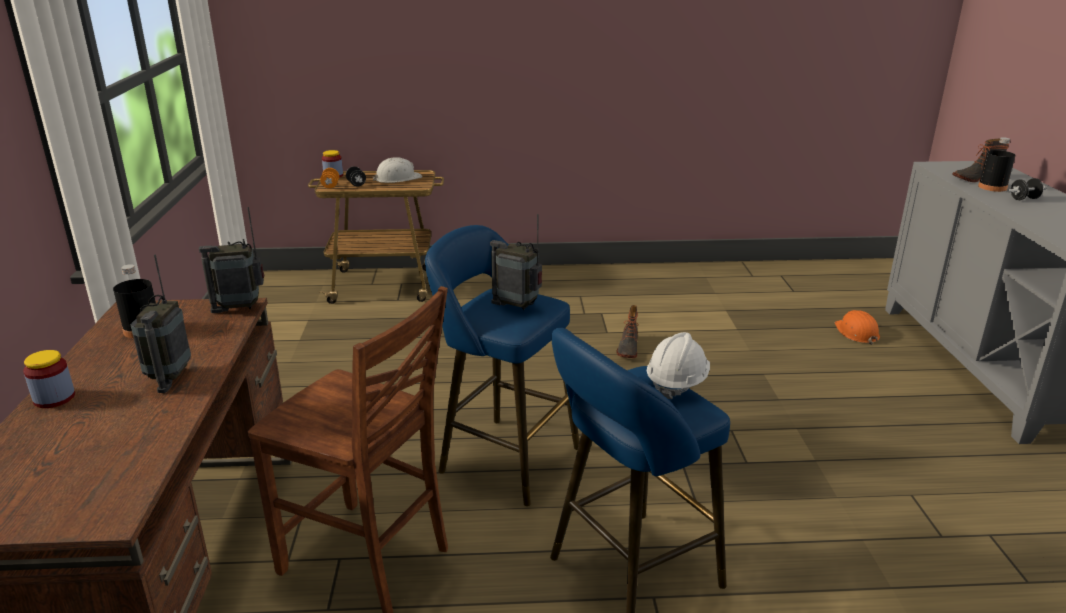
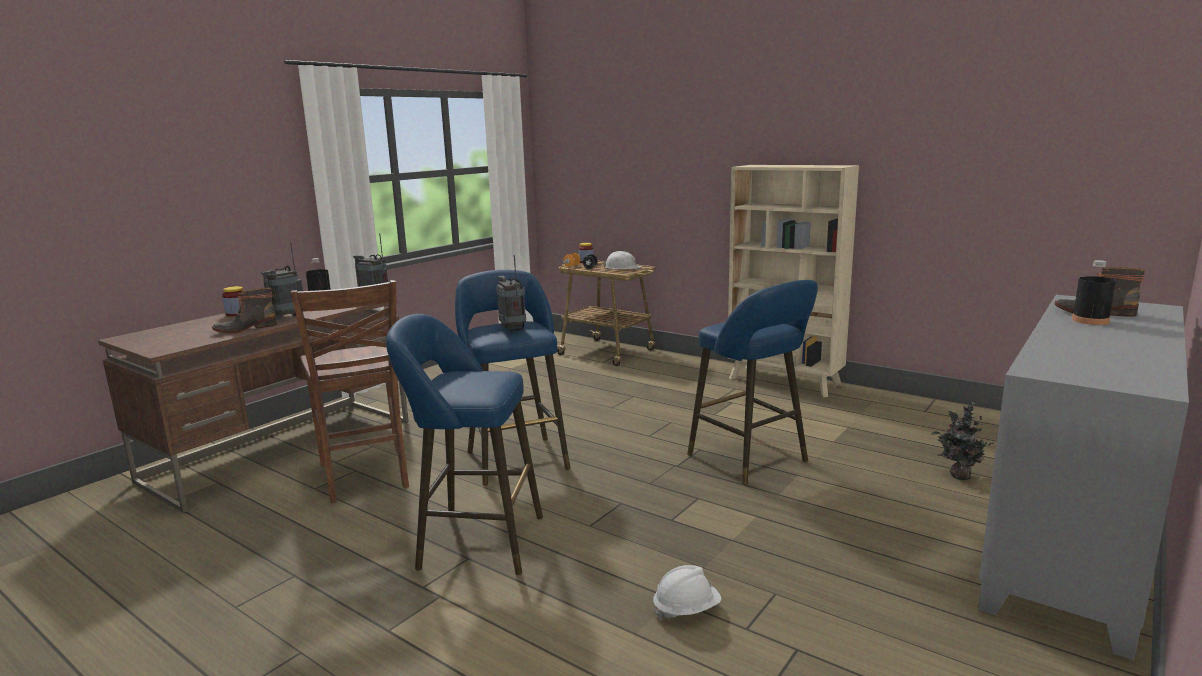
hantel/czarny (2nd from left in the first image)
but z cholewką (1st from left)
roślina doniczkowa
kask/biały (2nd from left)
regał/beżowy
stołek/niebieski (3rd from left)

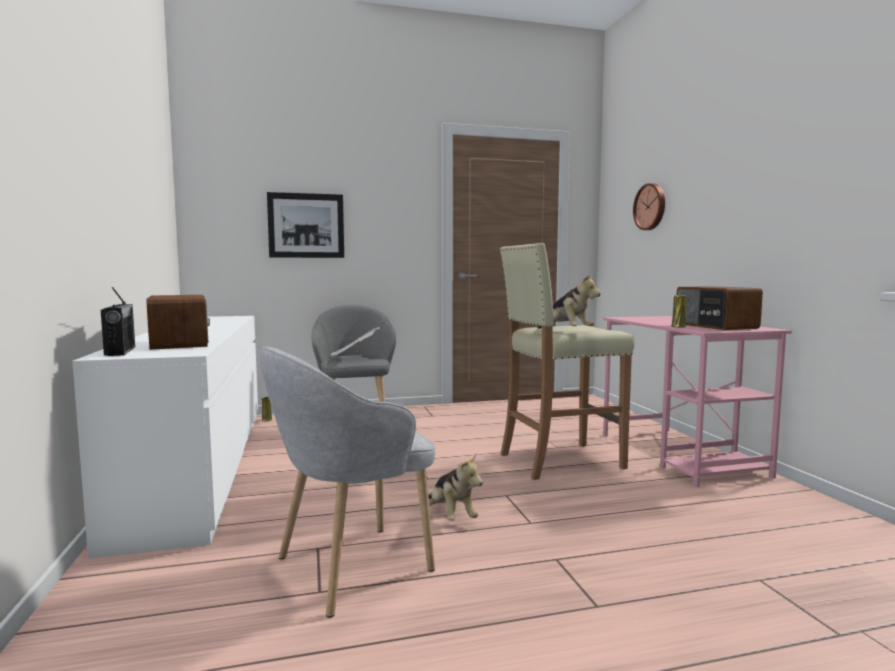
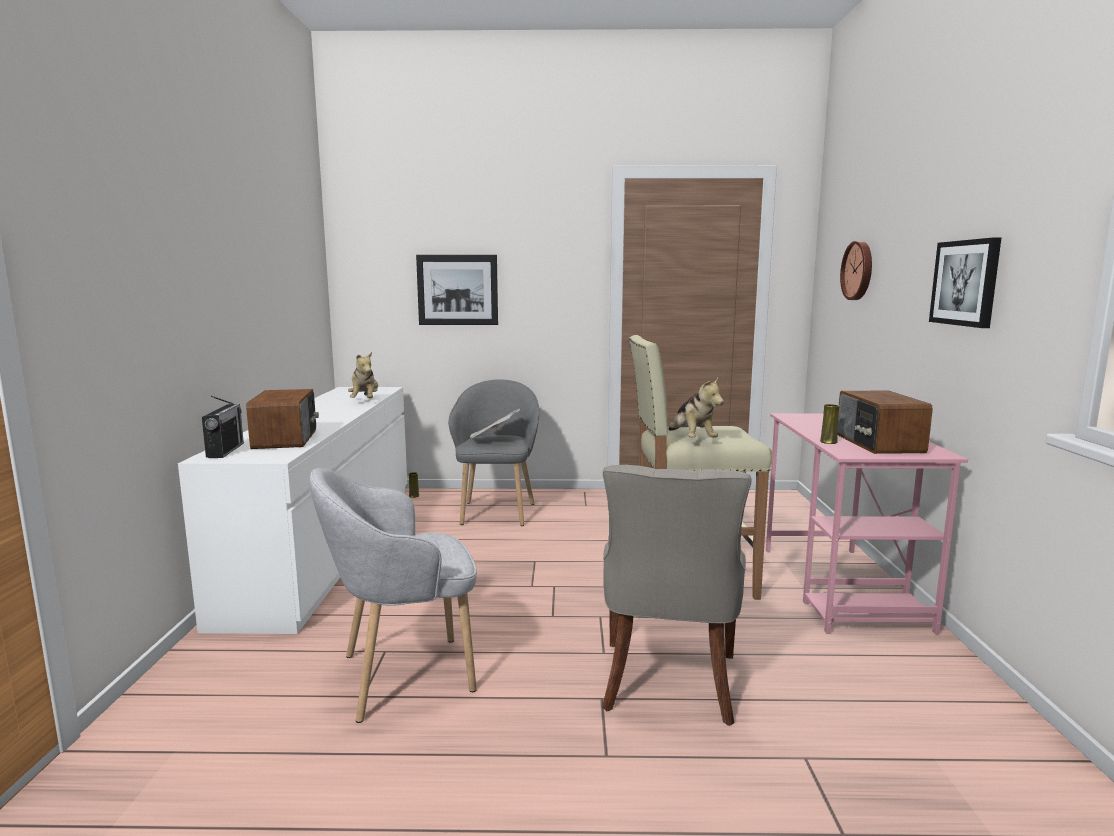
pluszak (1st from left)
obraz (2nd from left)
krzesło/szary

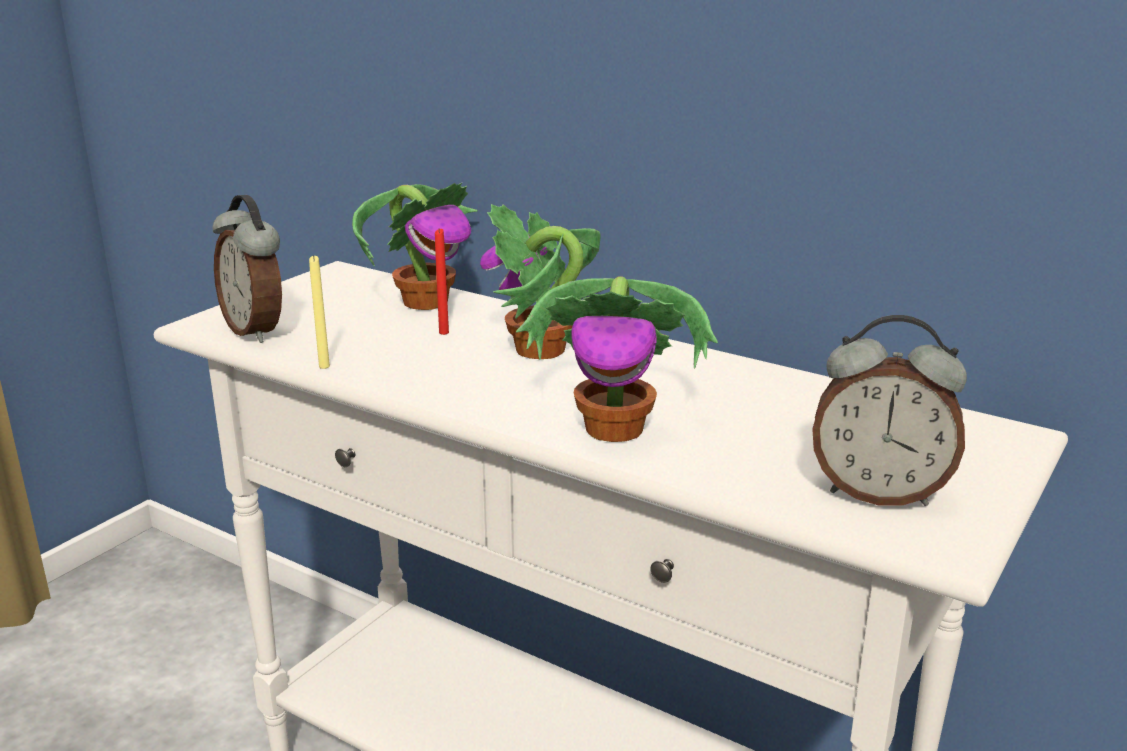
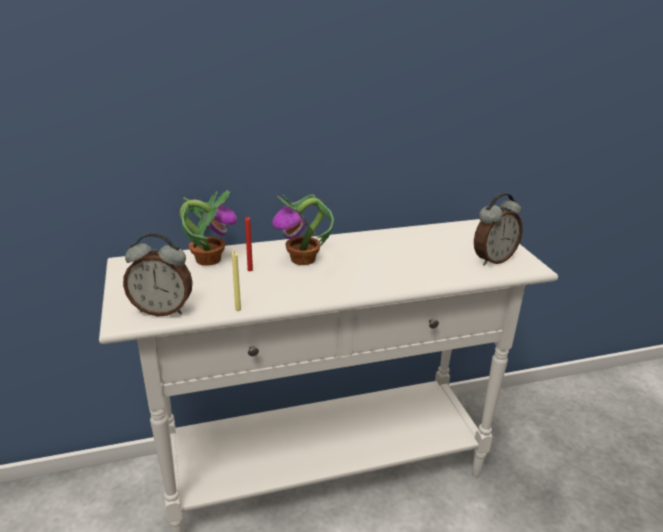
roślina doniczkowa (3rd from left in the first image)

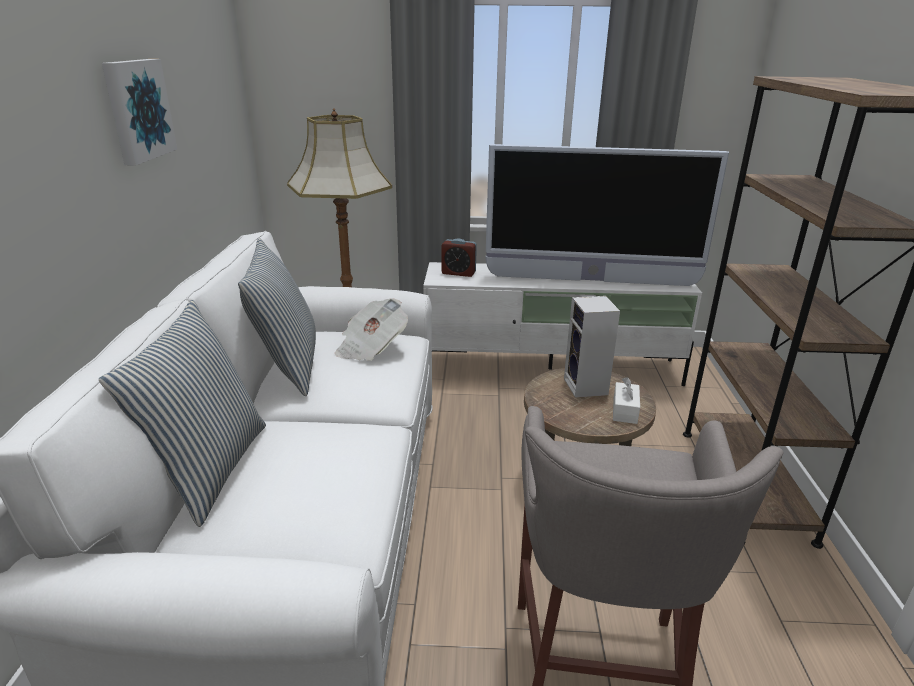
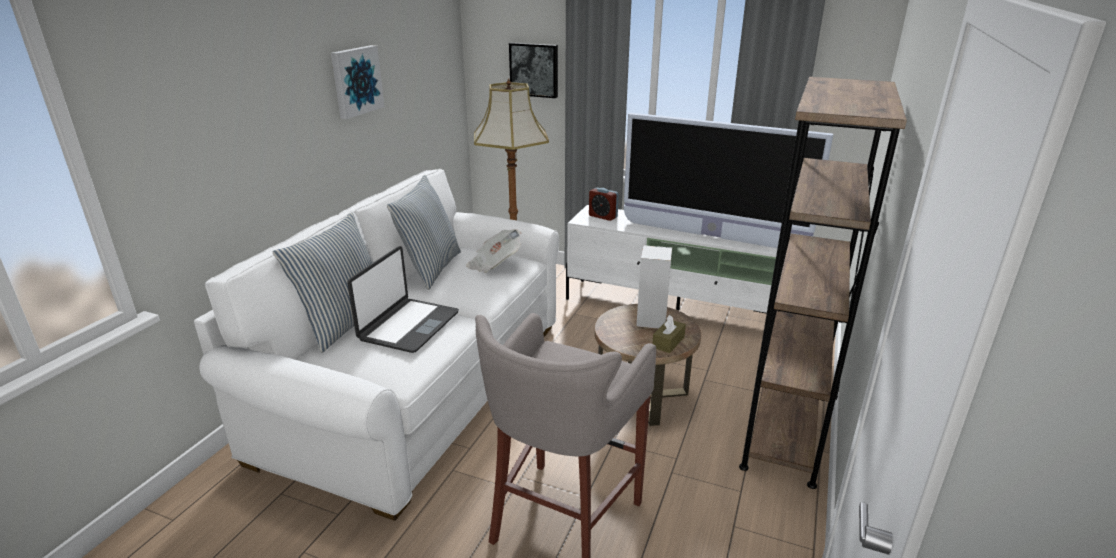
pudełko chusteczek/brązowy
obraz (2nd from left)
laptop

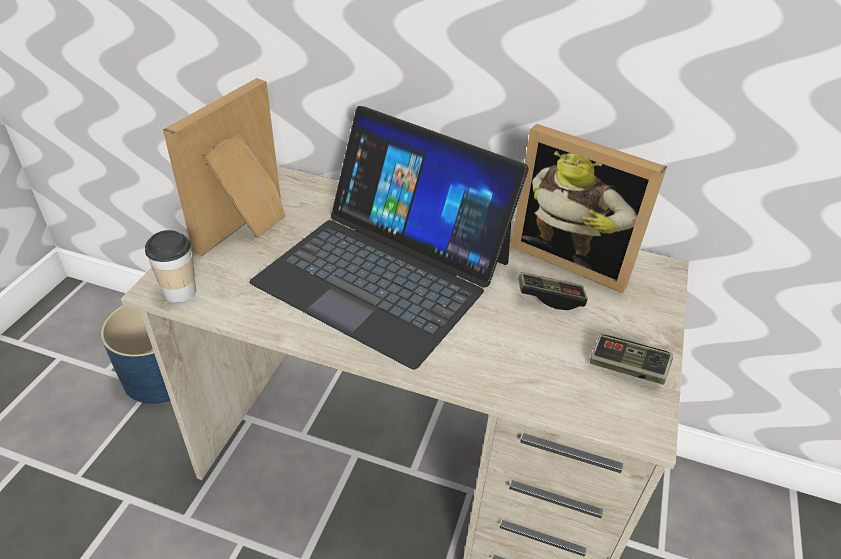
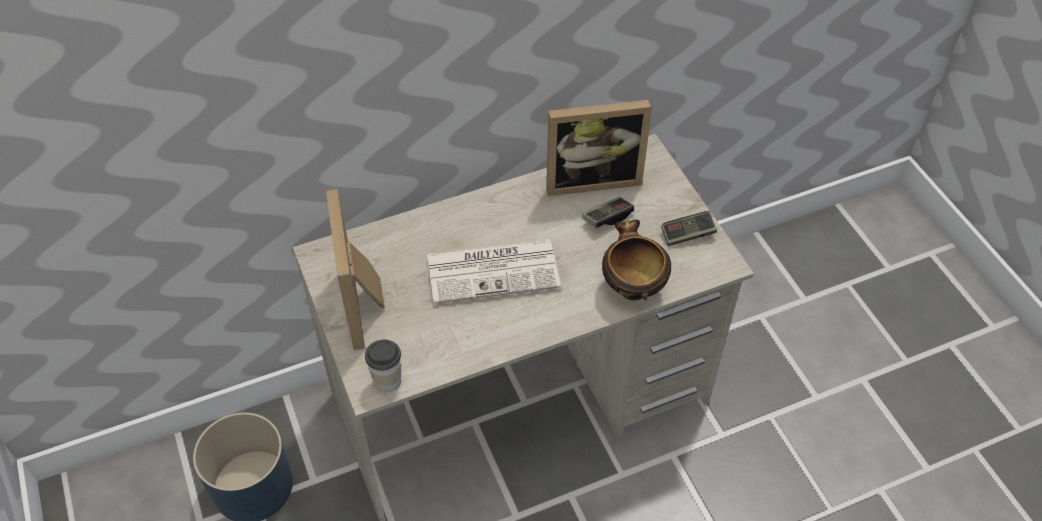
gazeta
miska

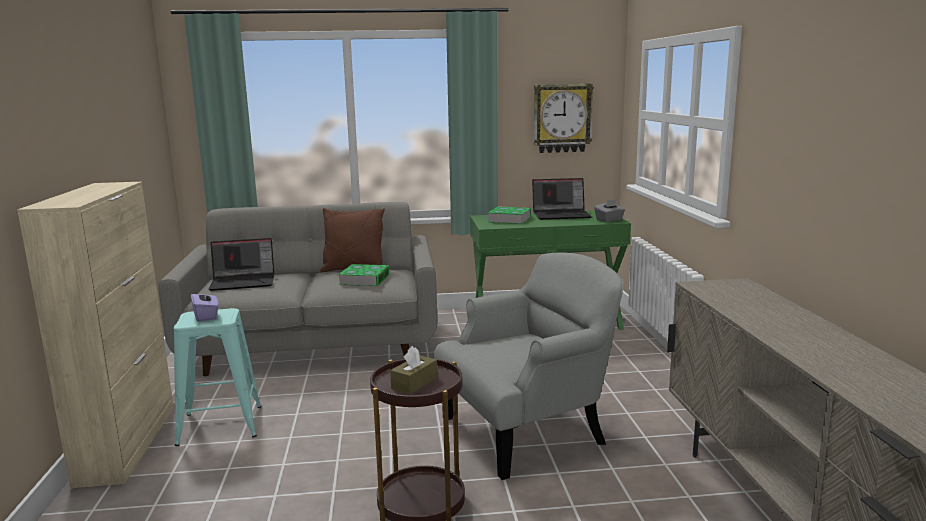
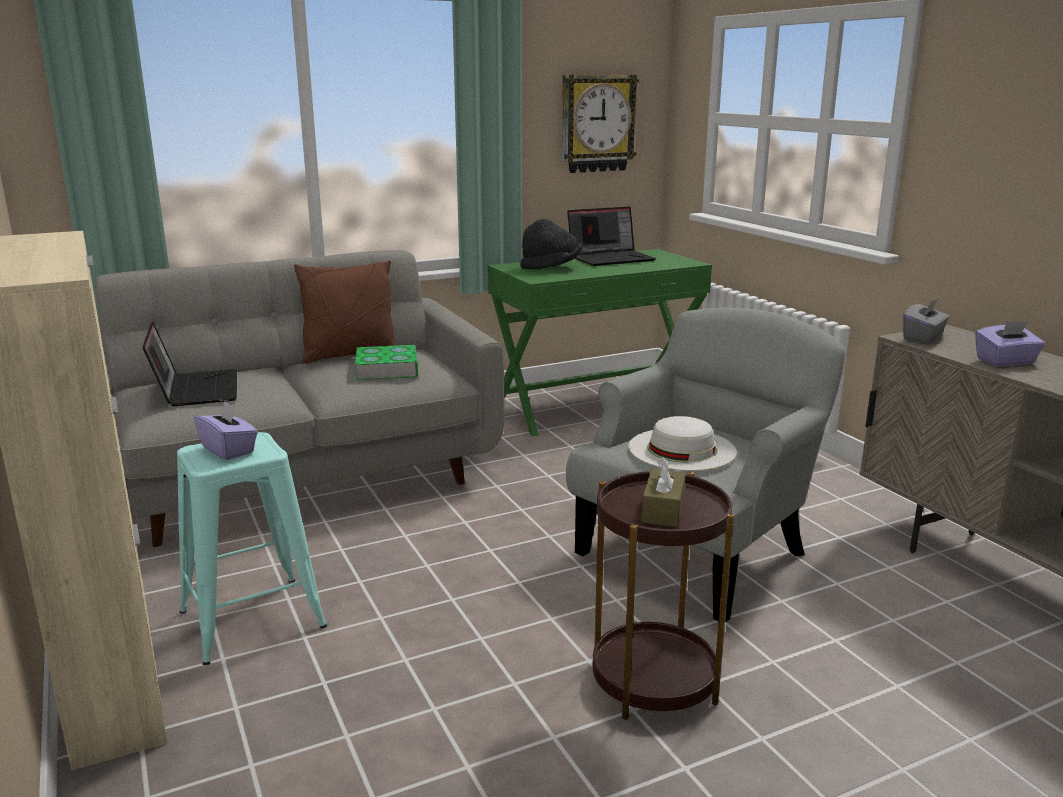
pudełko chusteczek/szary
kapelusz/czarny
laptop (1st from left)
pudełko chusteczek/fioletowy (2nd from left)
kapelusz/biały

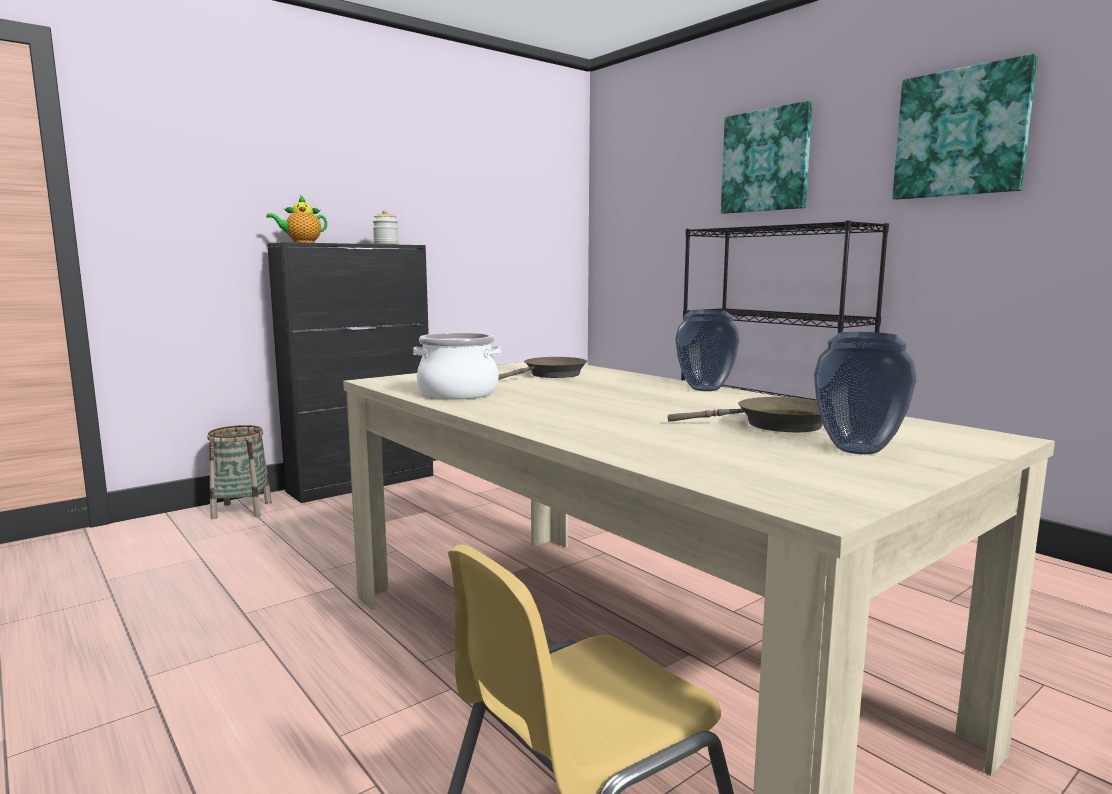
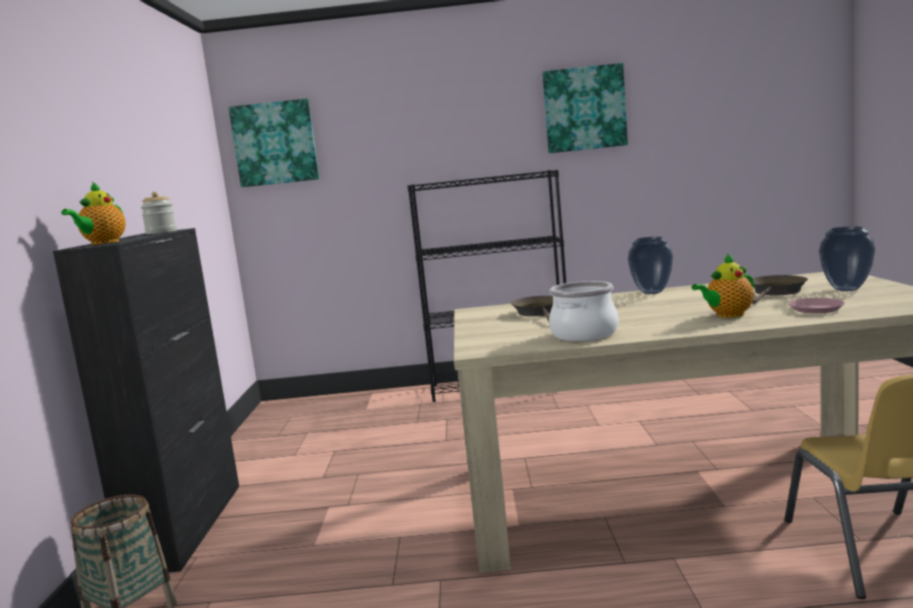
obraz (1st from left)
imbryk (2nd from left)
talerz/różowy

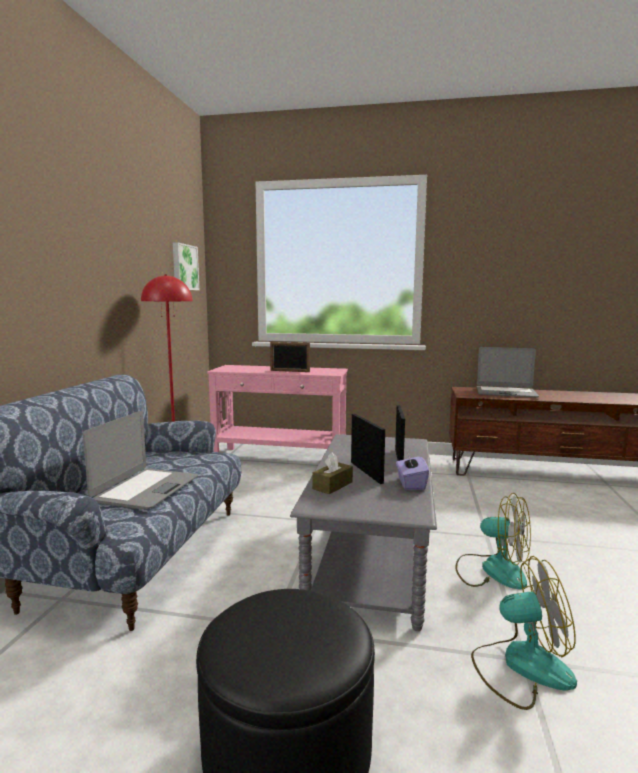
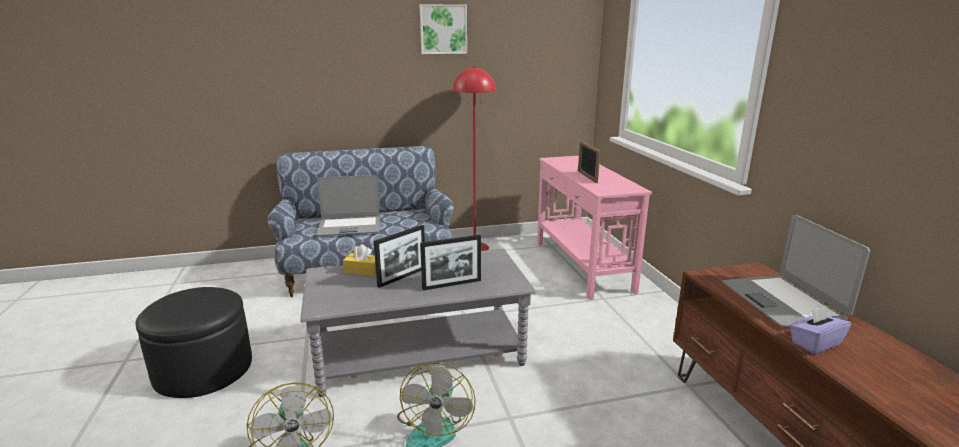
obraz
pudełko chusteczek/żółty
pudełko chusteczek/fioletowy

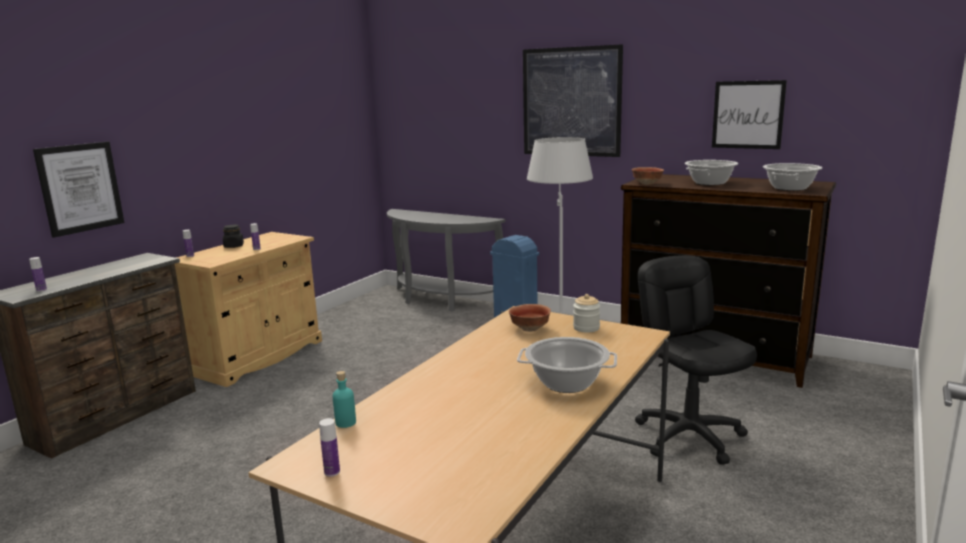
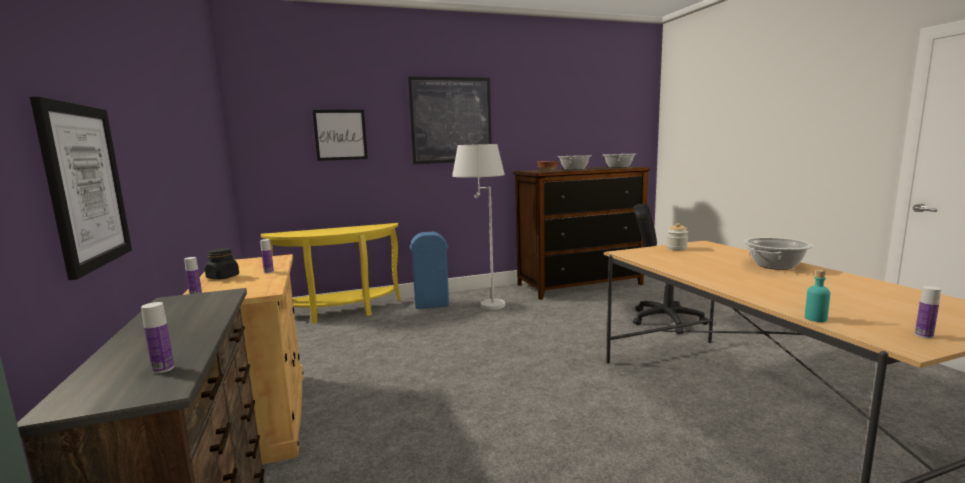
obraz (2nd from left)
stolik konsolowy/żółty
miska (1st from left in the first image)

